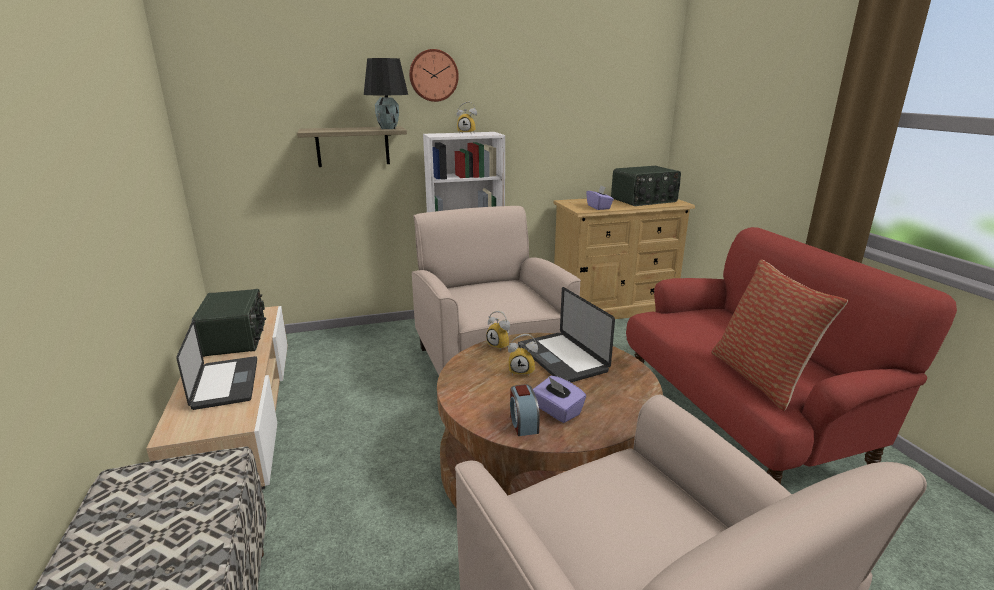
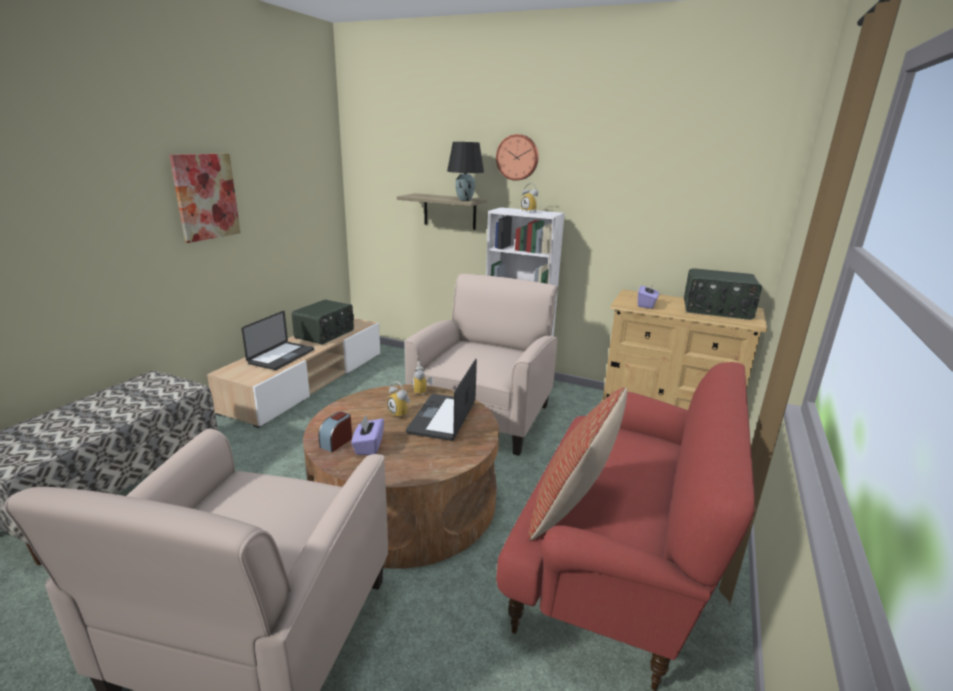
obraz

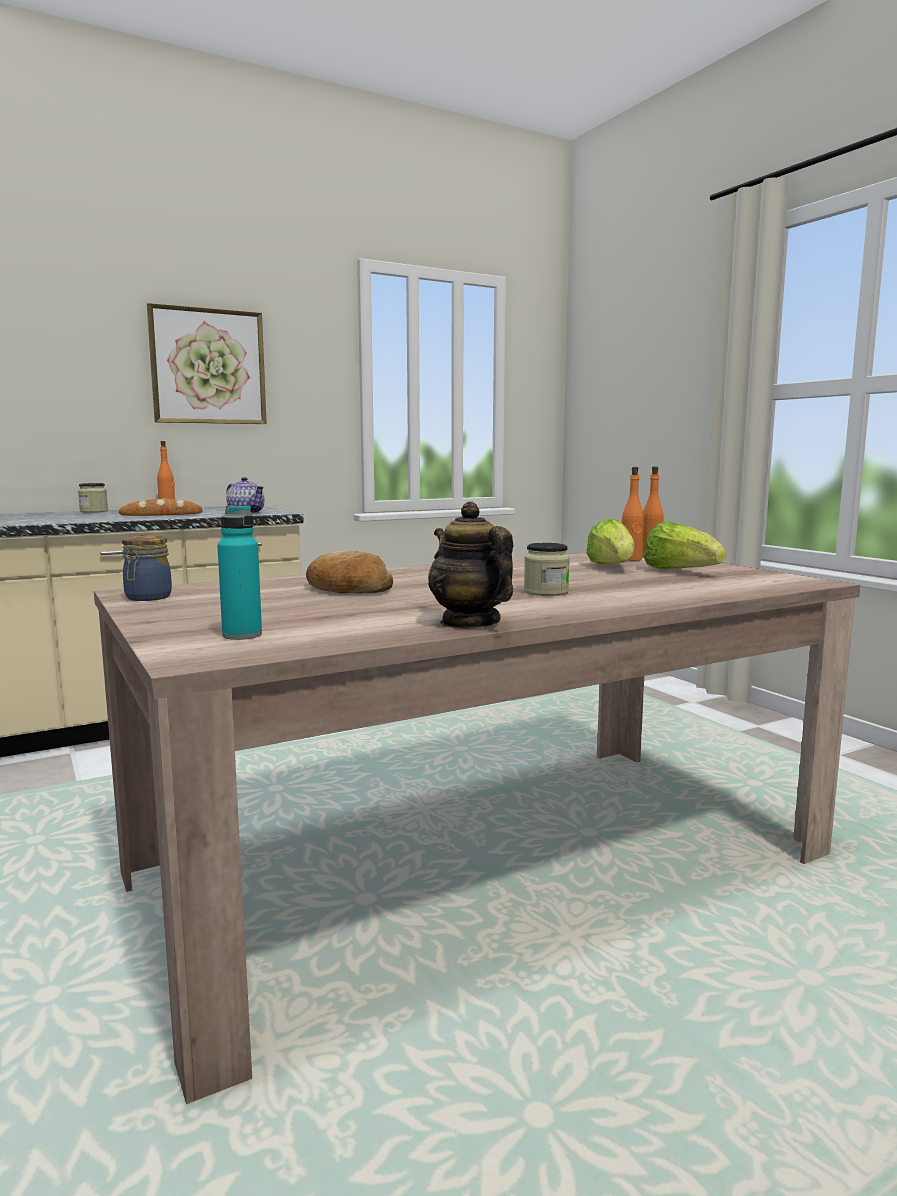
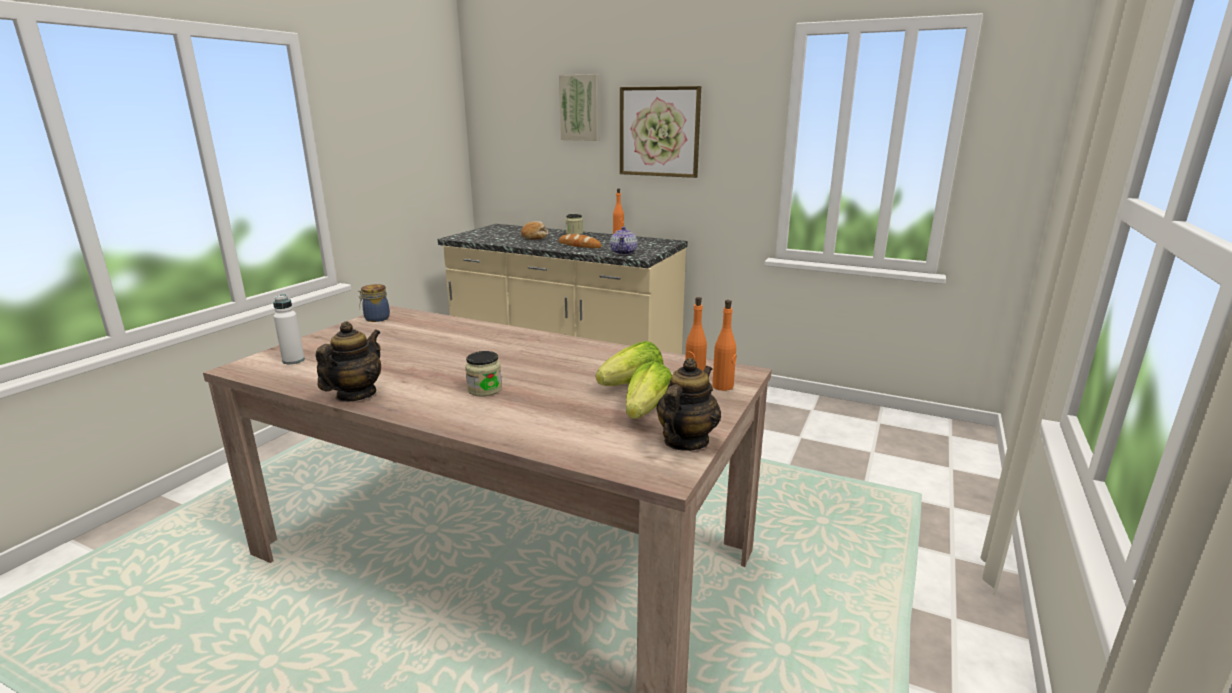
butelka/biały
chleb (1st from left)
obraz (1st from left)
imbryk (3rd from left)

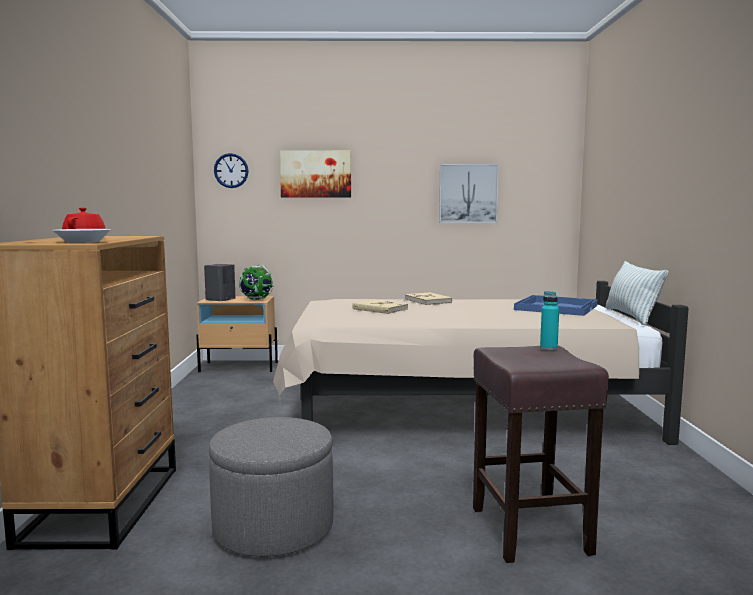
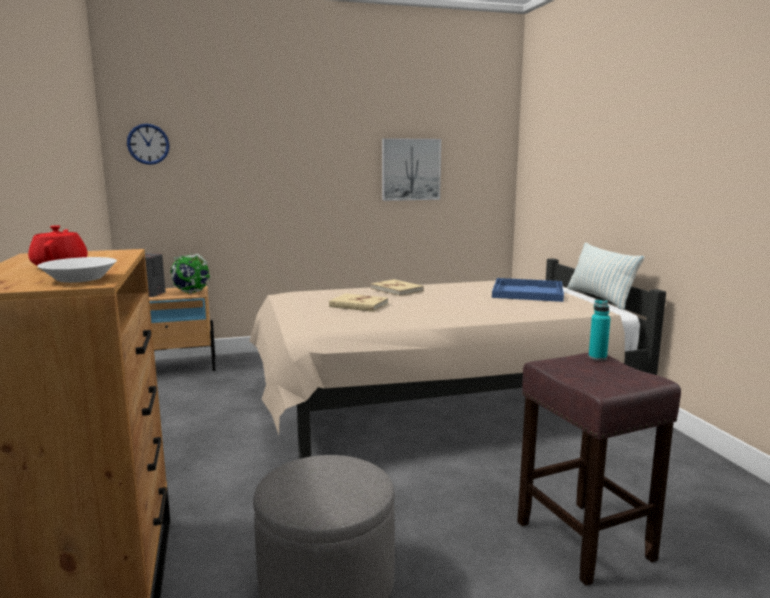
obraz (1st from left in the first image)

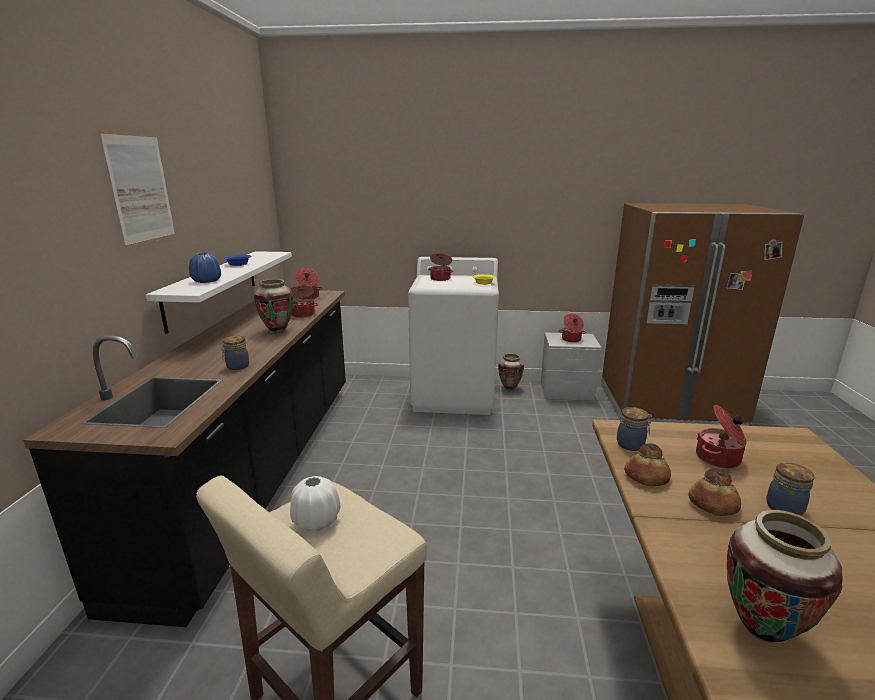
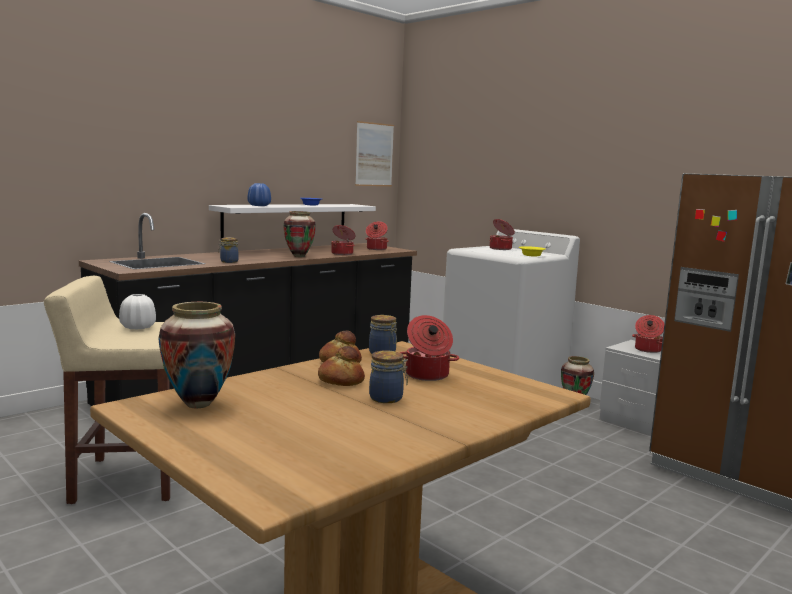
obraz

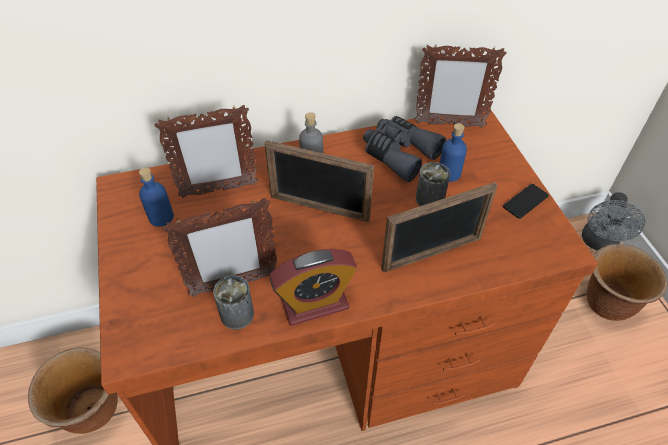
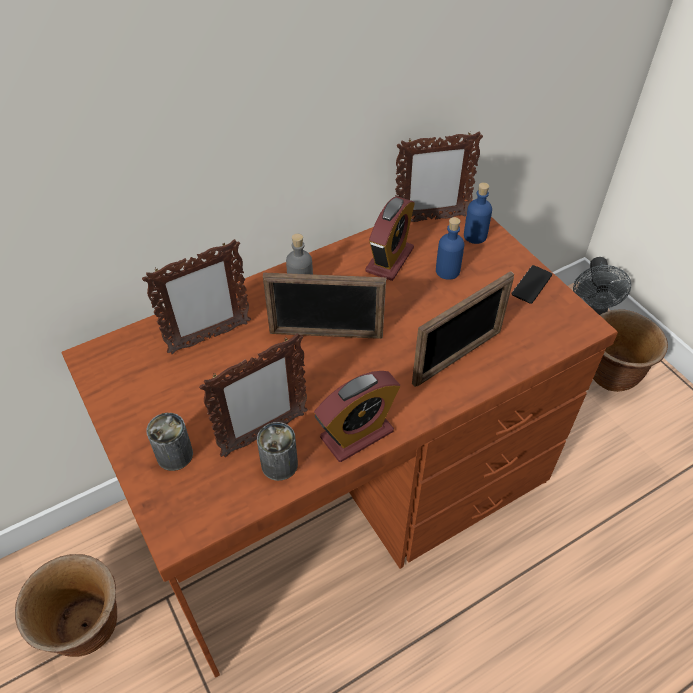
budzik (2nd from left)
puszka (1st from left)
butelka/niebieski (2nd from left)

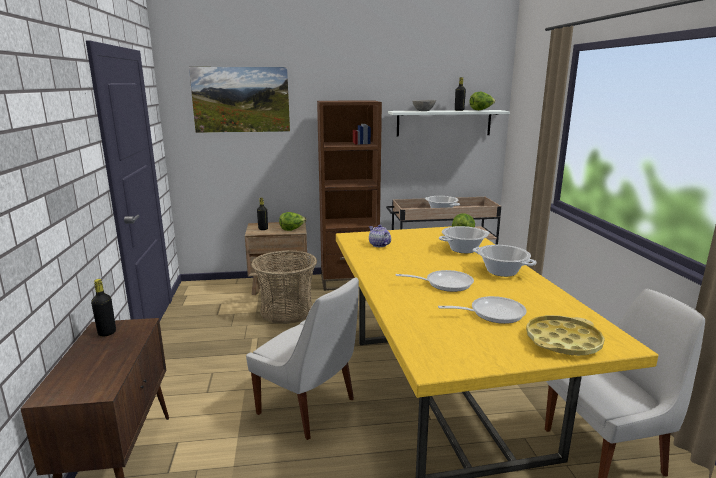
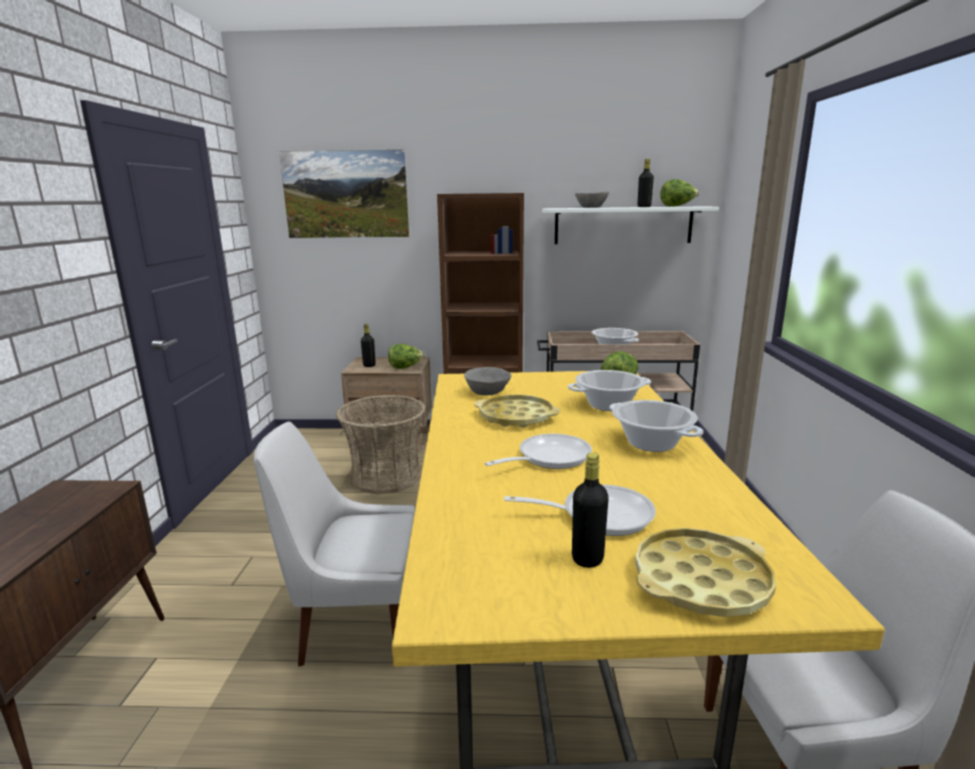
miska/szary (1st from left)
patelnia (1st from left)
krzesło/biały (1st from left)
butelka/czarny (2nd from left)
taca/żółty (1st from left)

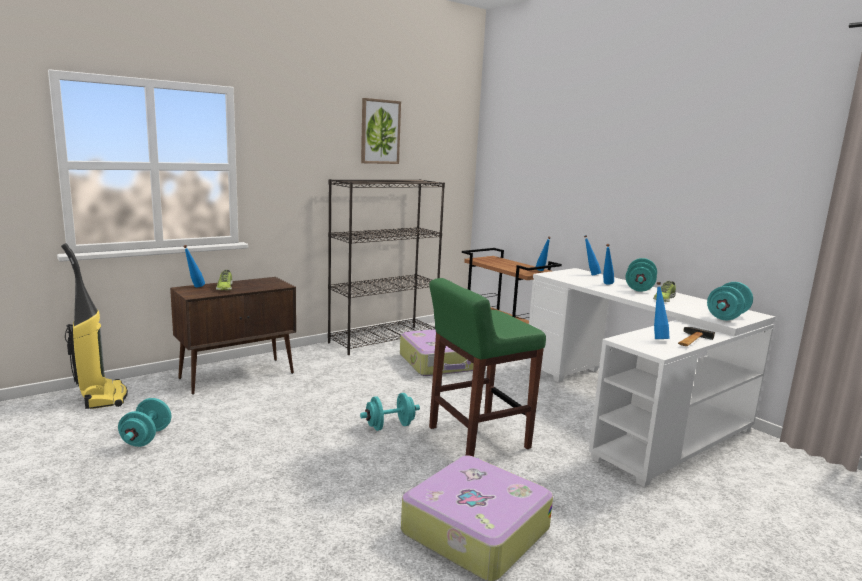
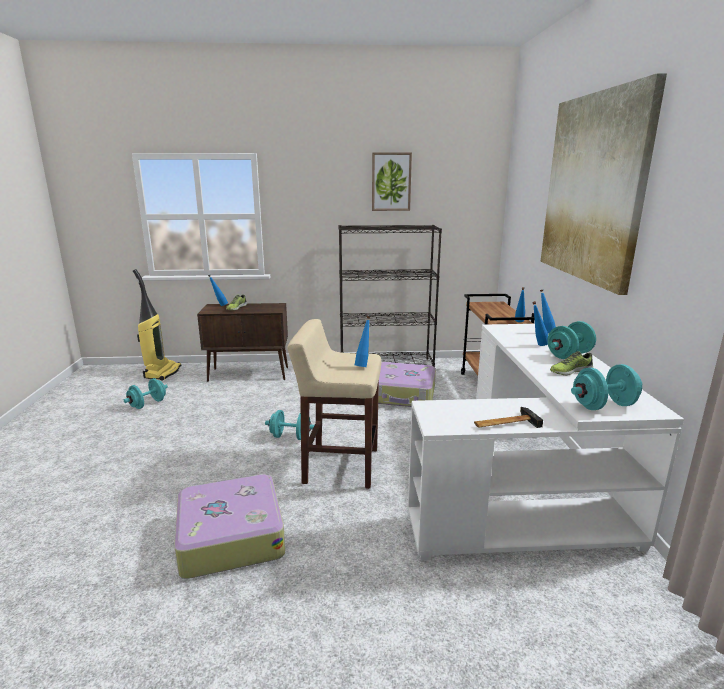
stołek/beżowy
butelka/niebieski (2nd from left)
obraz (2nd from left)

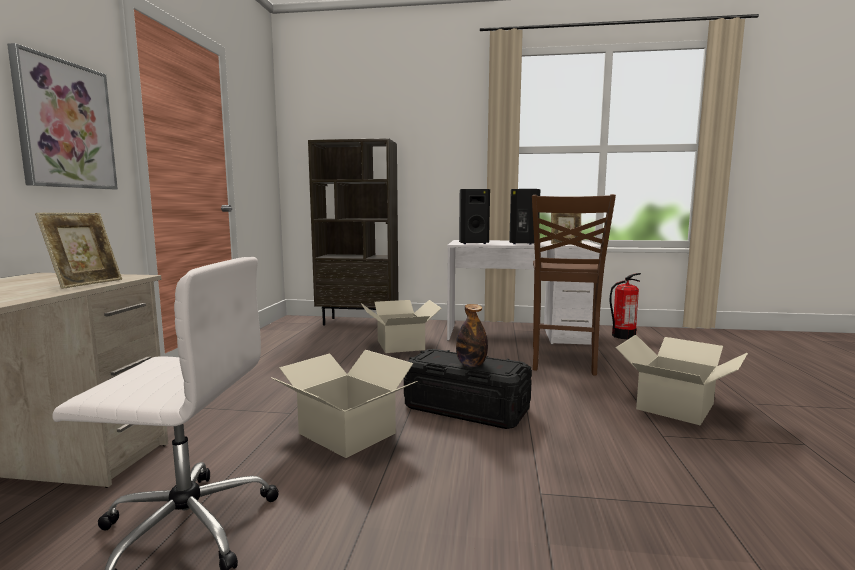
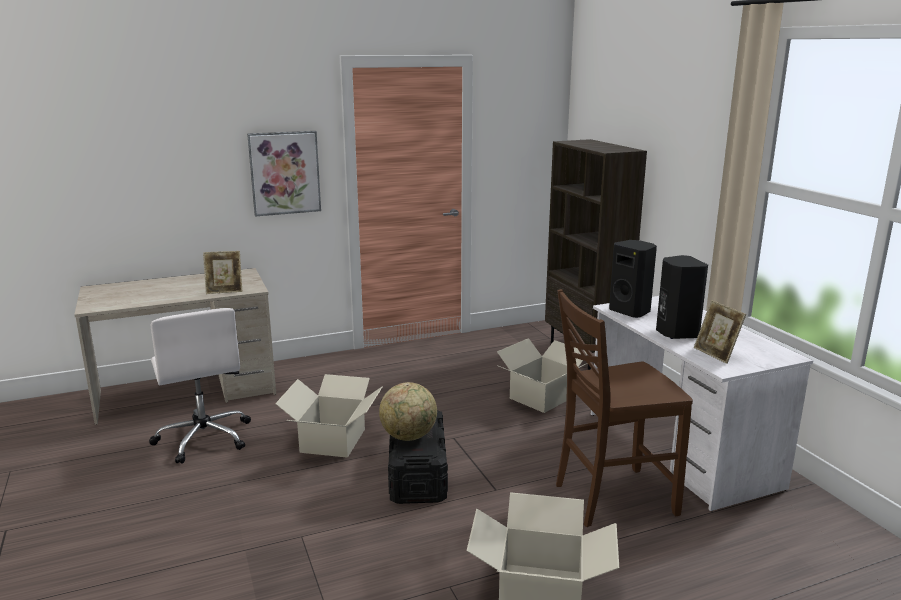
gaśnica
globus

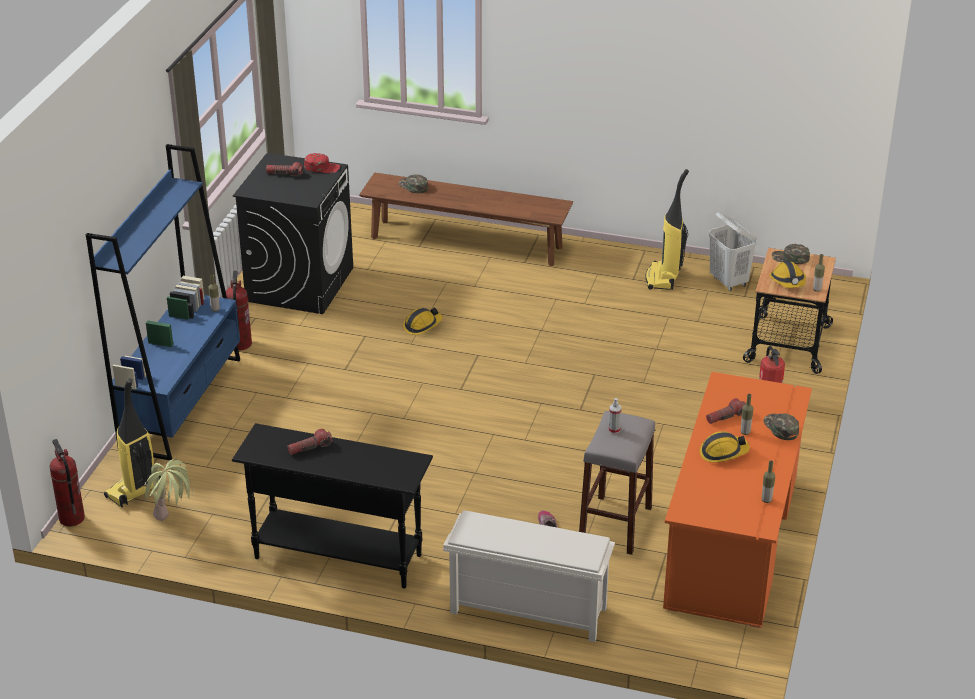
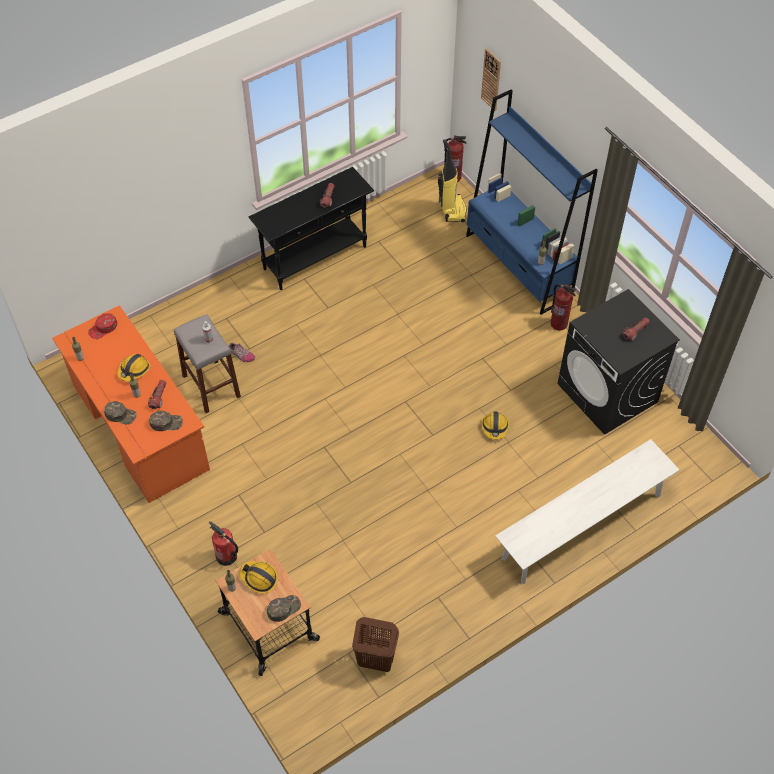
czapka z daszkiem/czerwony
odkurzacz (2nd from left in the first image)
ławka/biały
czapka z daszkiem/zielony (2nd from left)
kosz na pranie/brązowy
roślina doniczkowa
regał na buty/biały
zegar ścienny

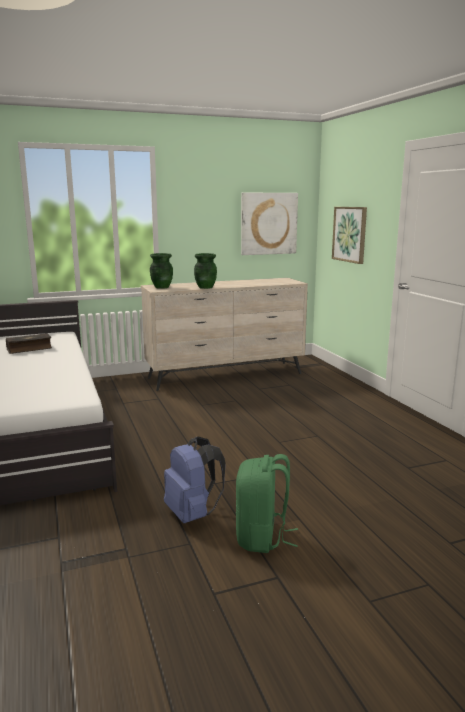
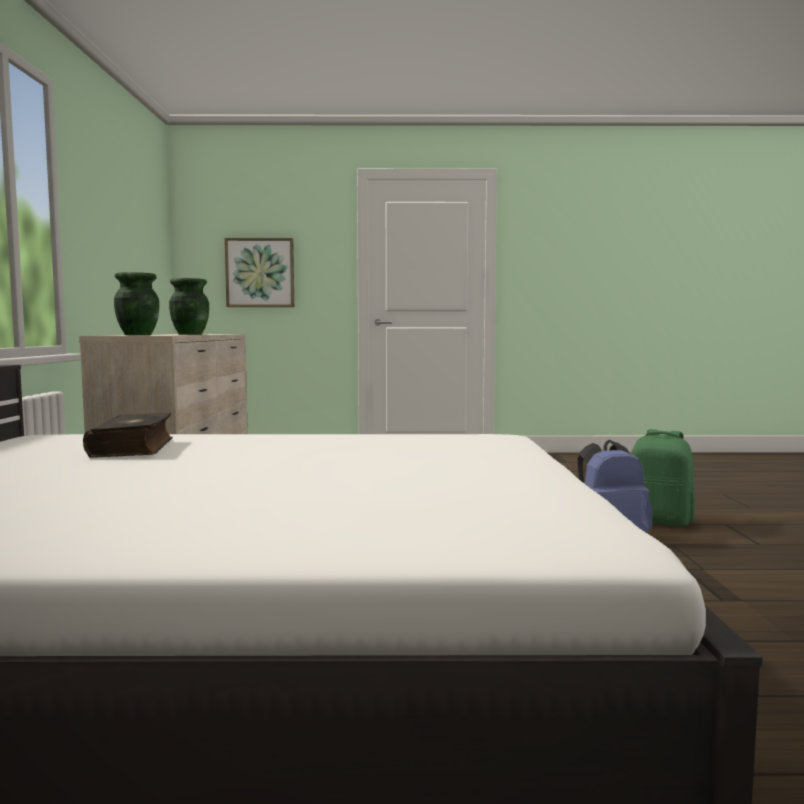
obraz (1st from left in the first image)

